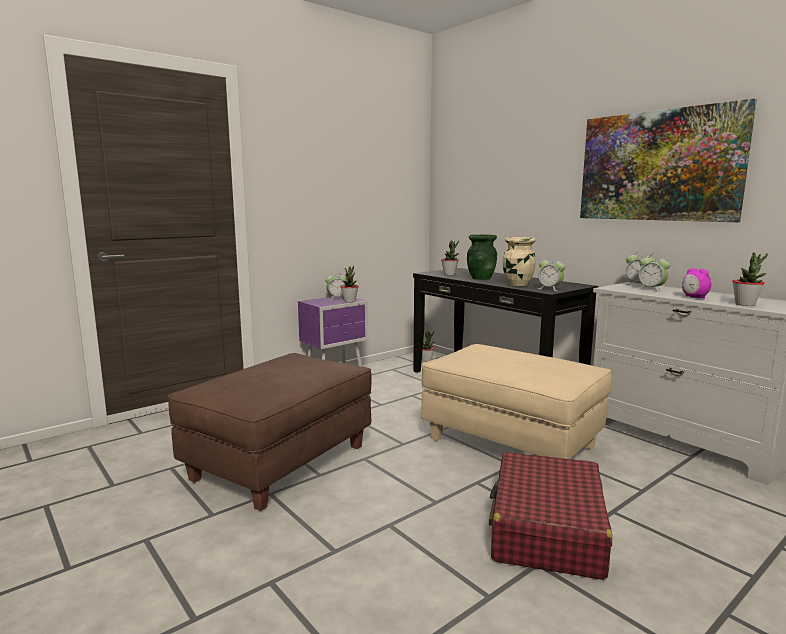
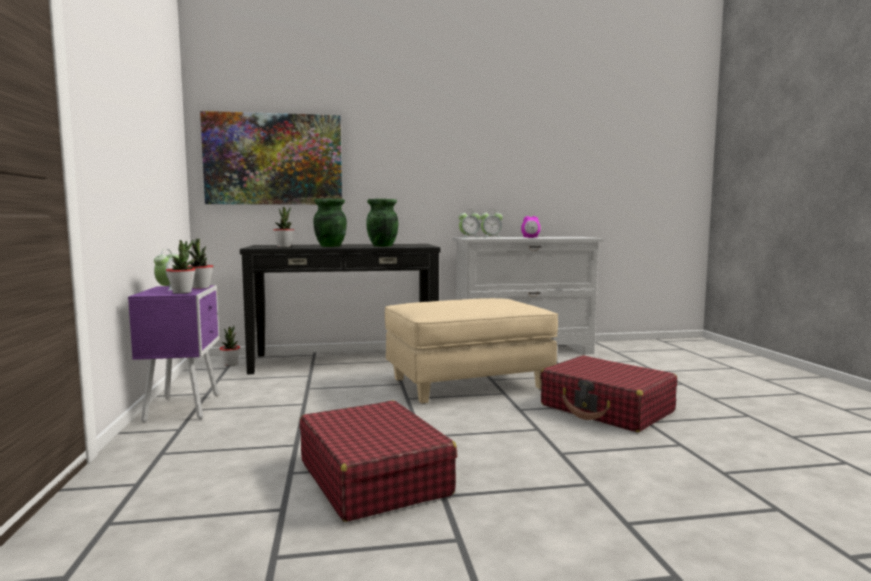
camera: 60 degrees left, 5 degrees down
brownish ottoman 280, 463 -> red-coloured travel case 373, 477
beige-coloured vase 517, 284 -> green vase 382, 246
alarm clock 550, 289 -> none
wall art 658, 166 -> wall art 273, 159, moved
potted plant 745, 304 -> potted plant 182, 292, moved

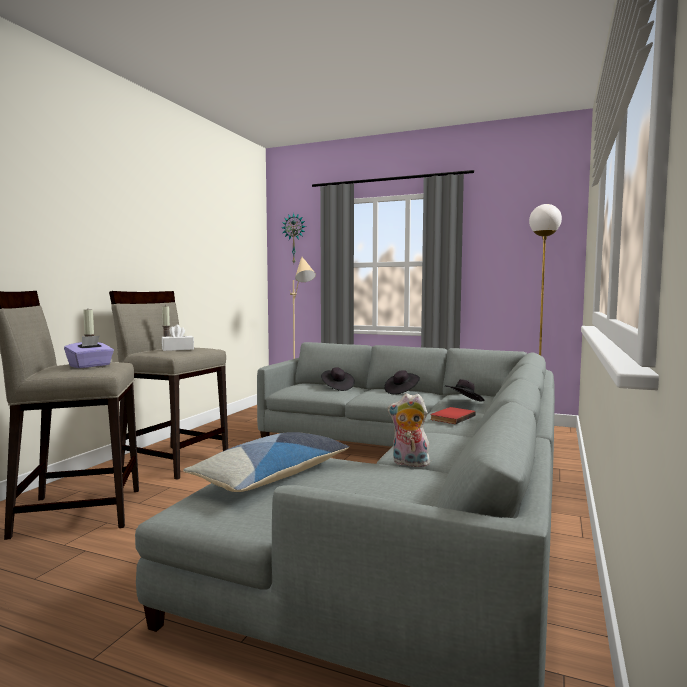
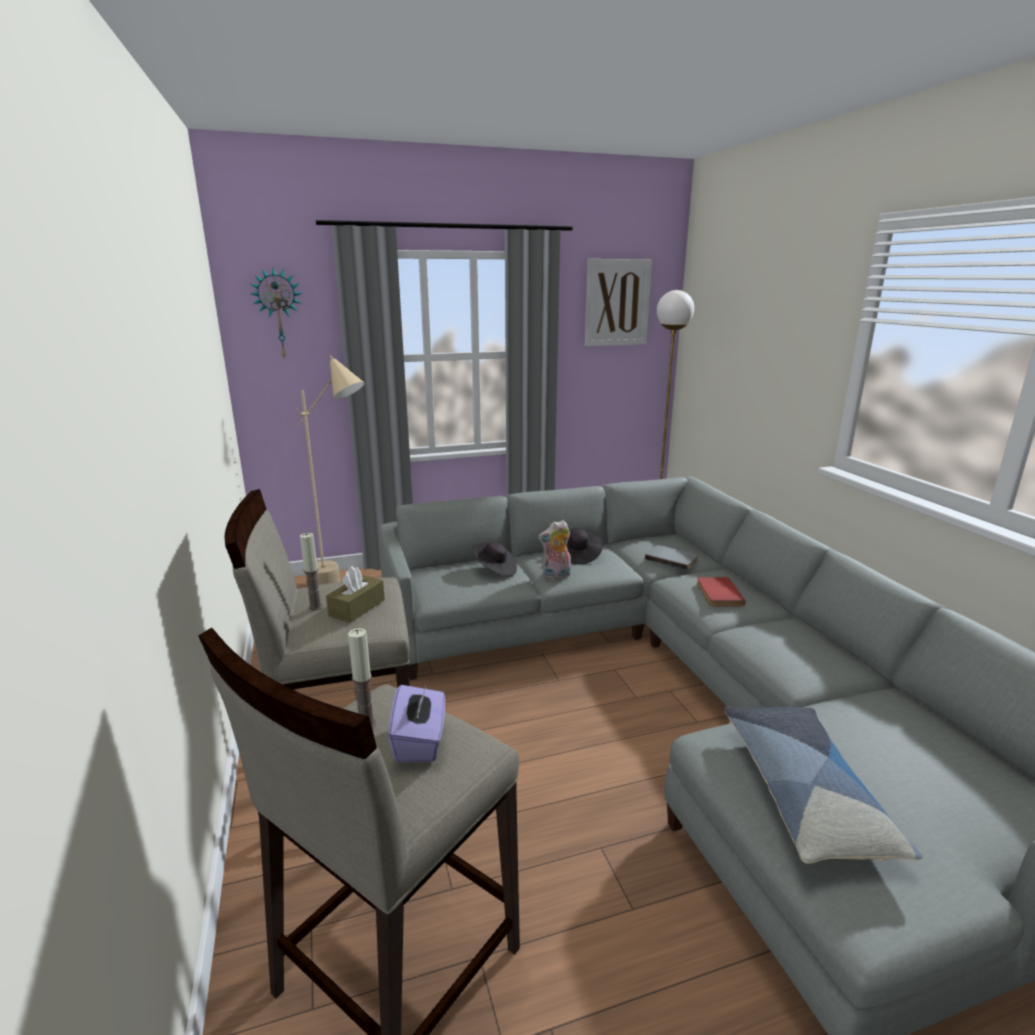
camera: 40 degrees left, 15 degrees up
white-coloured tissue box 178, 349 -> brownish tissue box 357, 608
soft toy 409, 463 -> soft toy 556, 576, moved
blackish hat 464, 402 -> gray bound book 672, 559
none -> wall art 617, 303

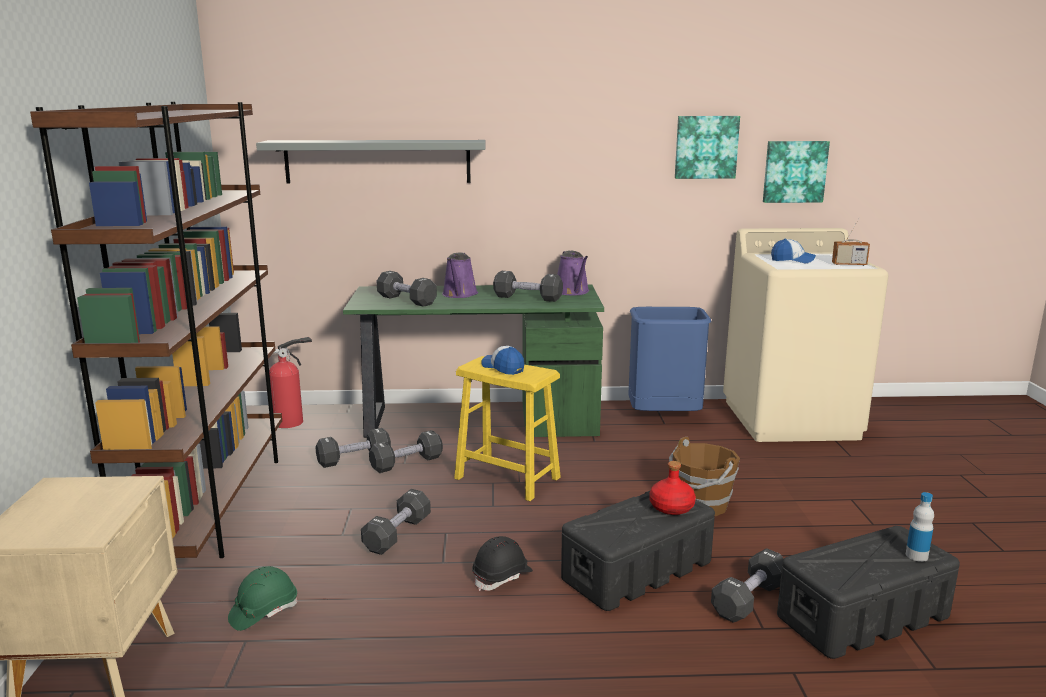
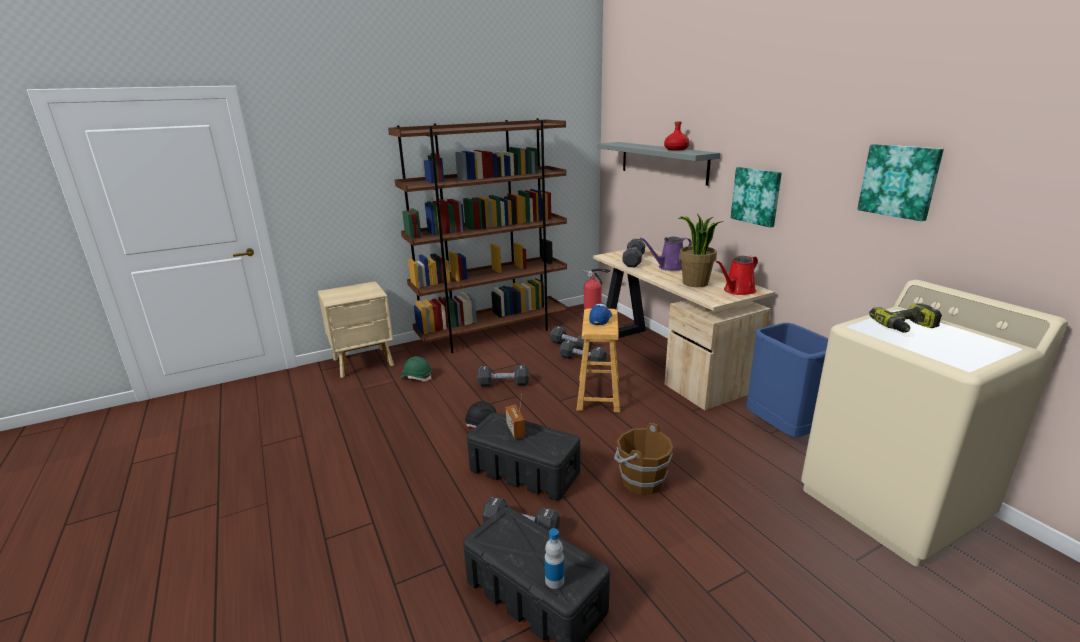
camera: 65 degrees right, 5 degrees up
green desk unit 477, 419 -> beige-coloured desk unit 667, 361
yellowish sitting stool 507, 478 -> brownish sitting stool 598, 395
blackish hand weight 527, 298 -> potted plant 695, 283
purple-coloured watering pot 573, 292 -> red-coloured watering pot 737, 291
red-coloured beverage bottle 671, 507 -> red-coloured beverage bottle 676, 149, moved
wall art 794, 171 -> wall art 756, 196, moved
peaked cap 792, 260 -> power drill 906, 327
radio 849, 264 -> radio 515, 430, moved

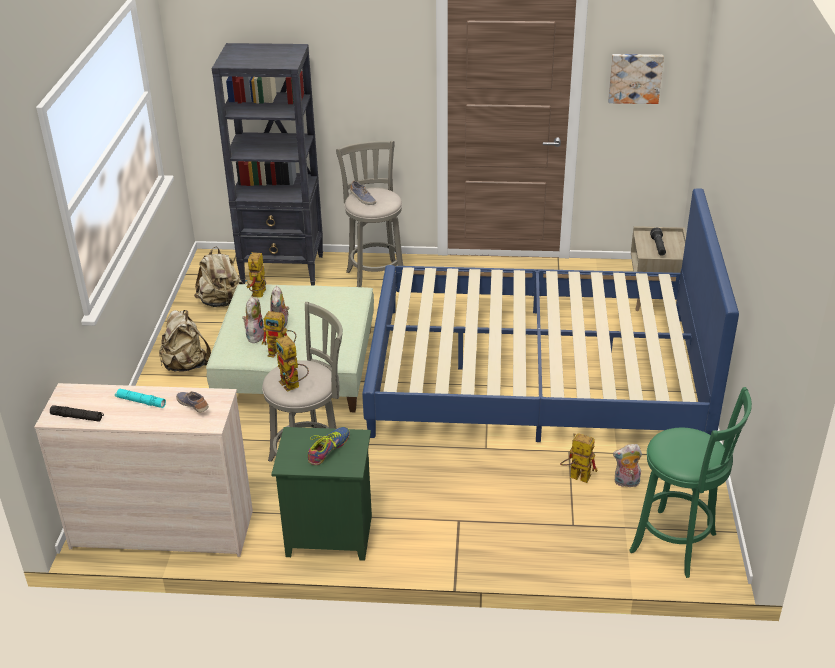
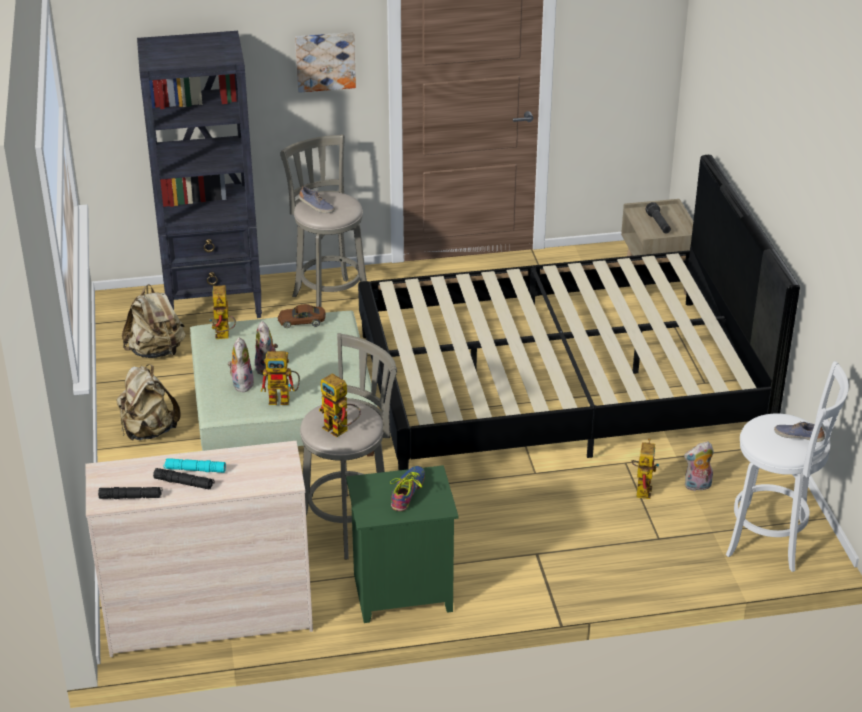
camera: 15 degrees left, 0 degrees up
low shoe 193, 405 -> low shoe 799, 437, moved
blue-coloured bedroom bed 536, 375 -> blackish bedroom bed 559, 385
model robot 575, 476 -> model robot 642, 488, 90 degrees clockwise
wall art 635, 78 -> wall art 325, 60, moved
green sitting stool 677, 545 -> white-coloured sitting stool 772, 541
none -> blackish torch 184, 483
none -> brownish toy car 302, 321

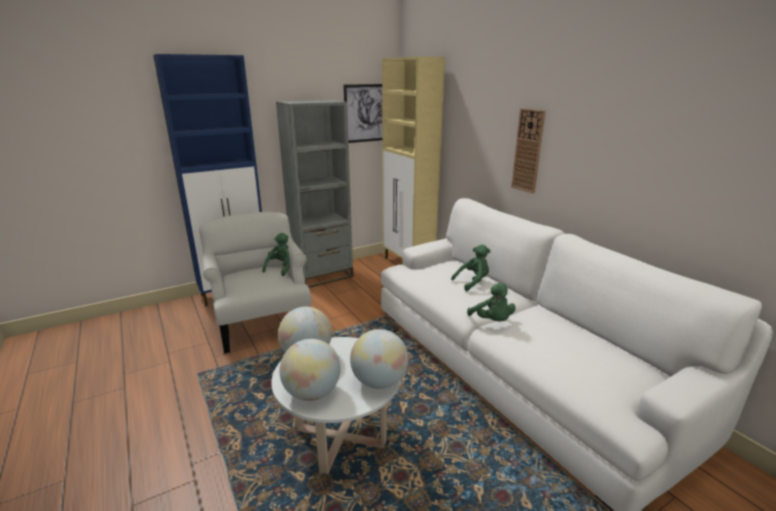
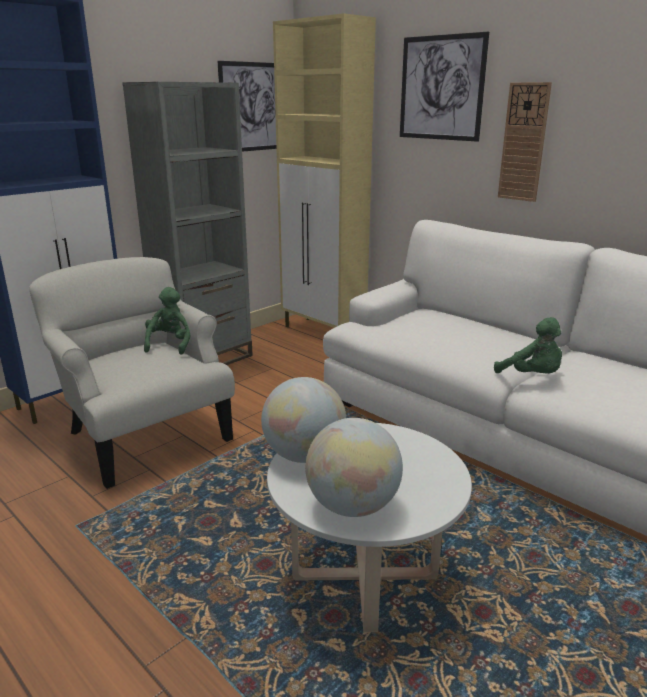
camera: 15 degrees left, 0 degrees up
world globe 379, 381 -> none
green soft toy 473, 282 -> none
none -> wall art 441, 88

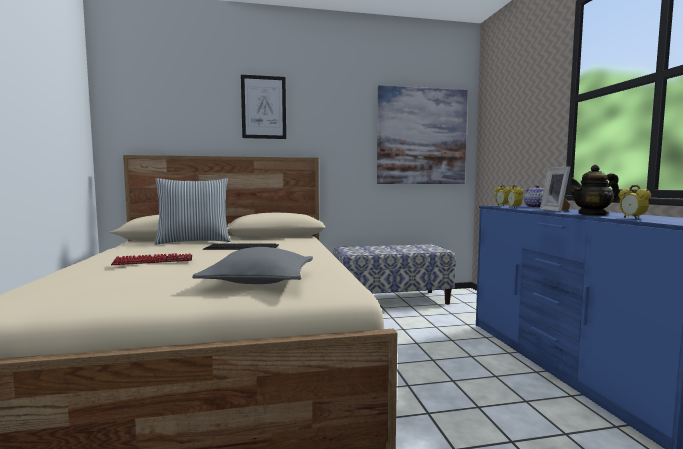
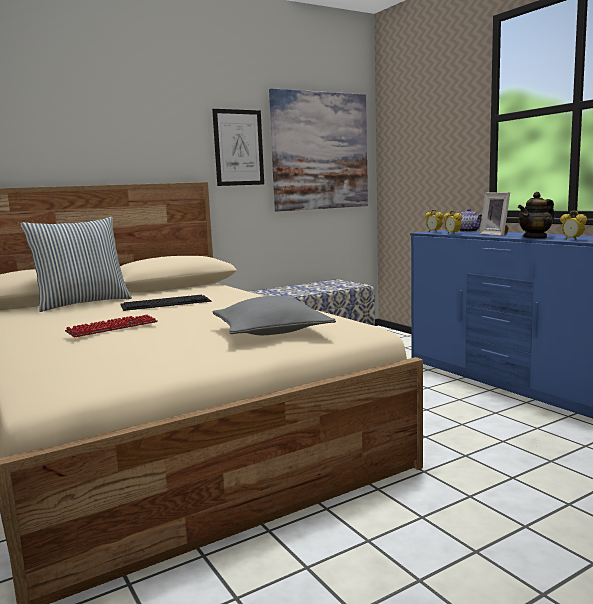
camera: 20 degrees left, 5 degrees up
wall art 263, 107 -> wall art 238, 147, moved

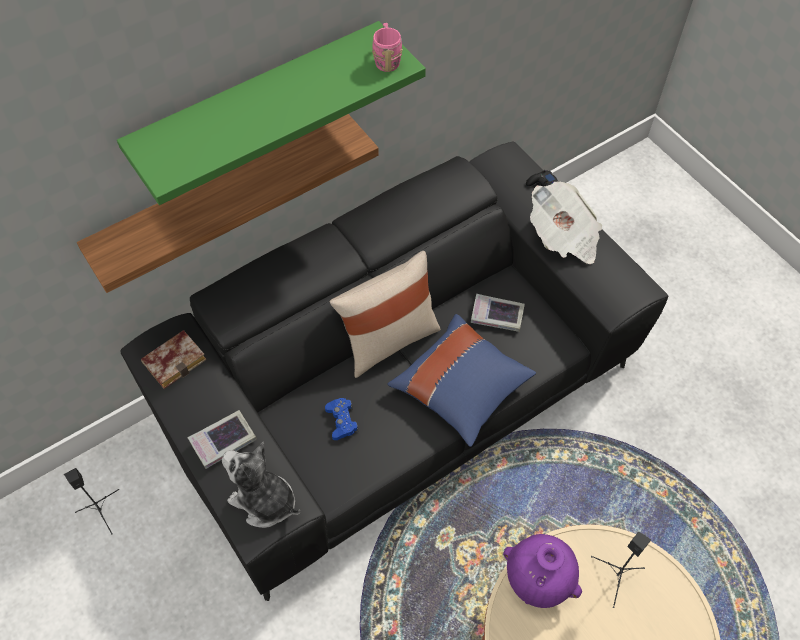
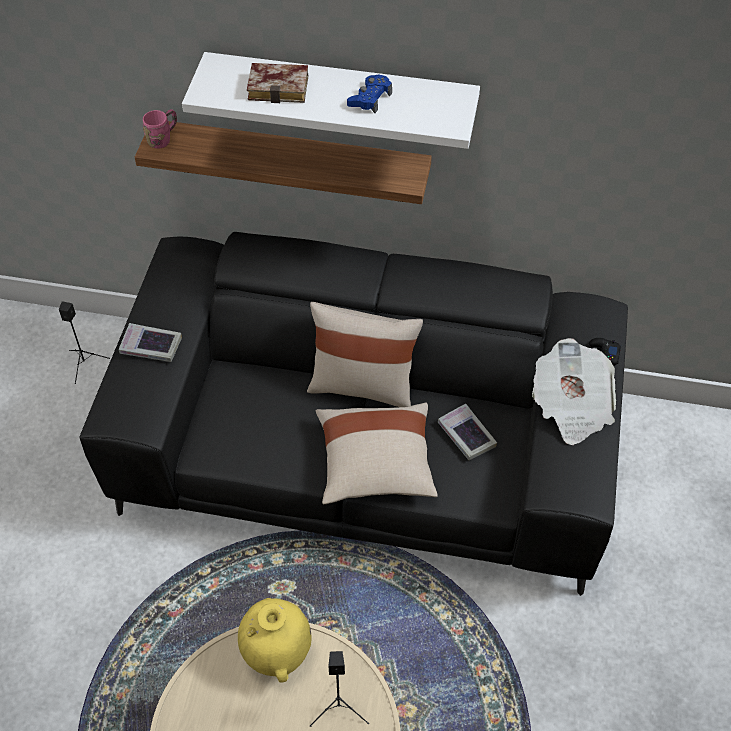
camera: 45 degrees right, 5 degrees down
green wall shelf 259, 105 -> white-coloured wall shelf 340, 96
bound book 176, 360 -> bound book 281, 87, moved
soft toy 264, 500 -> none
blue-coloured joypad 341, 421 -> blue-coloured joypad 370, 98, moved
pink tea mug 387, 59 -> pink tea mug 163, 138, moved
blue-coloured throw pillow 461, 388 -> beige-coloured throw pillow 375, 464
purple-coloured vase 538, 581 -> yellowish vase 277, 654

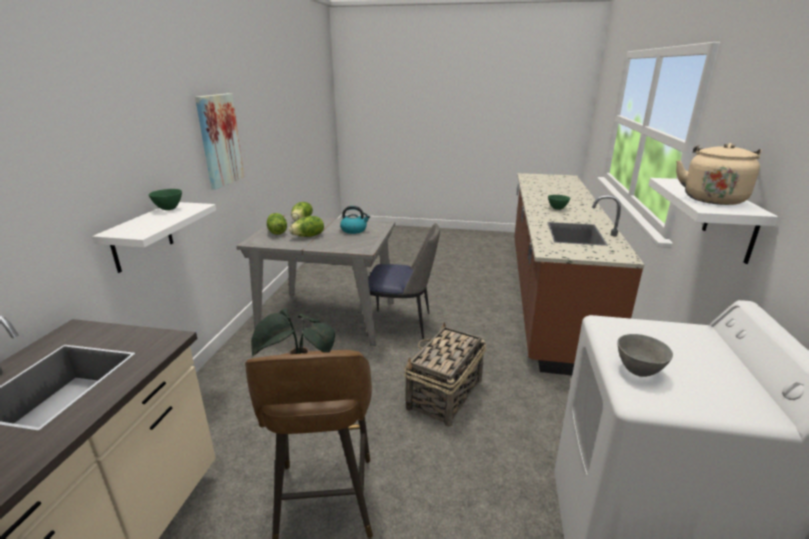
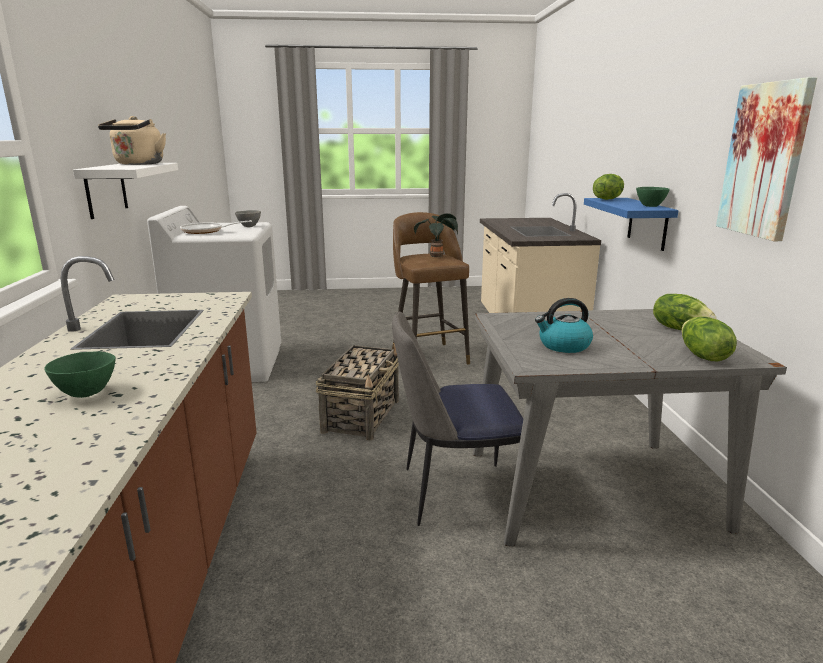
camera: 165 degrees right, 5 degrees down
white-coloured wall shelf 142, 237 -> blue-coloured wall shelf 647, 223
lettuce 308, 236 -> lettuce 607, 199, moved
none -> pan 206, 231

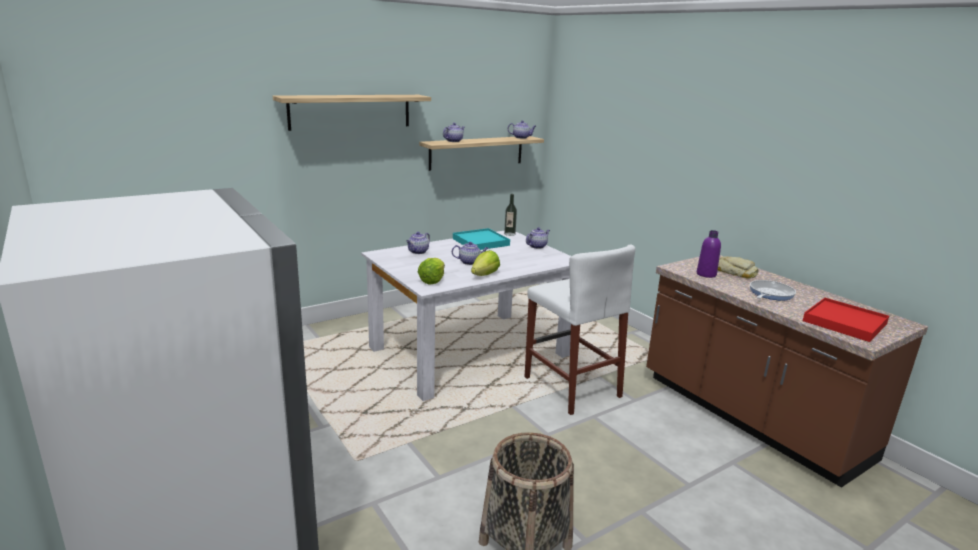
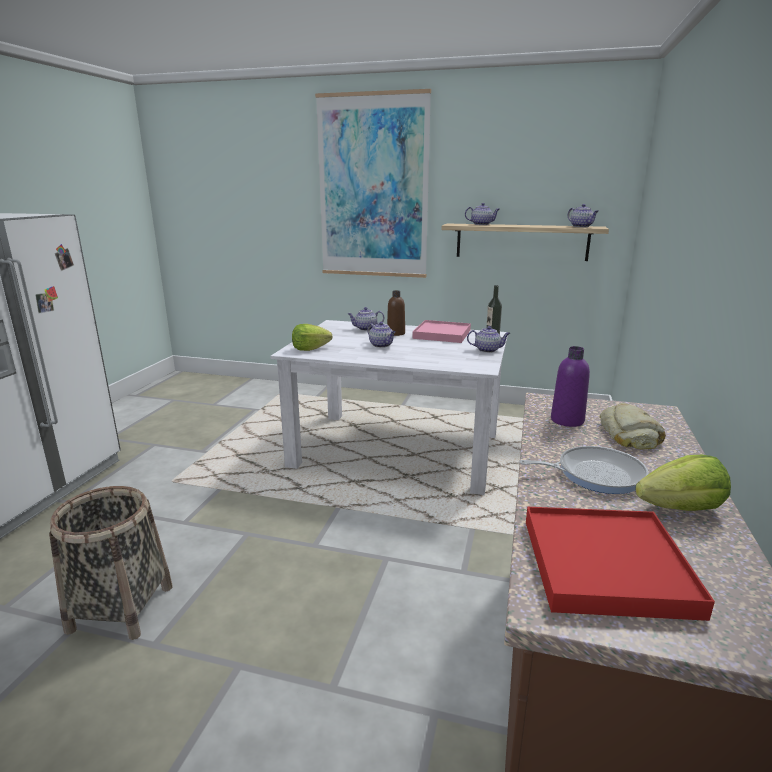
camera: 50 degrees right, 0 degrees up
wall shelf 350, 111 -> wall art 373, 188
turquoise tray 481, 242 -> pink tray 442, 334
lettuce 484, 275 -> lettuce 681, 508, moved
white-coloured sitting stool 571, 387 -> none
none -> brownish beverage bottle 396, 333

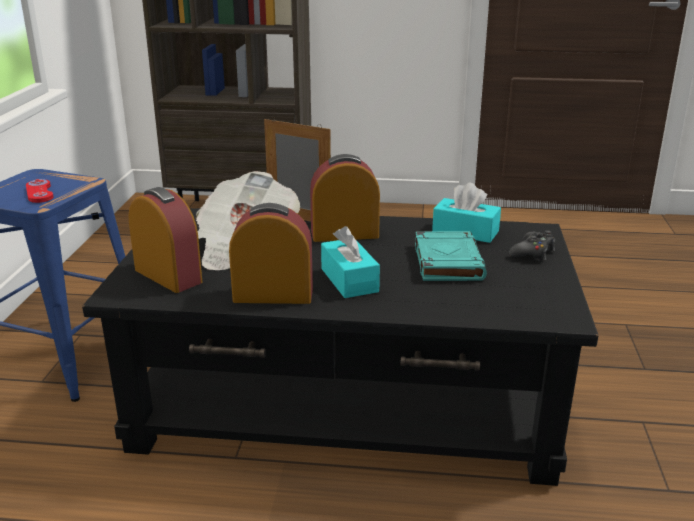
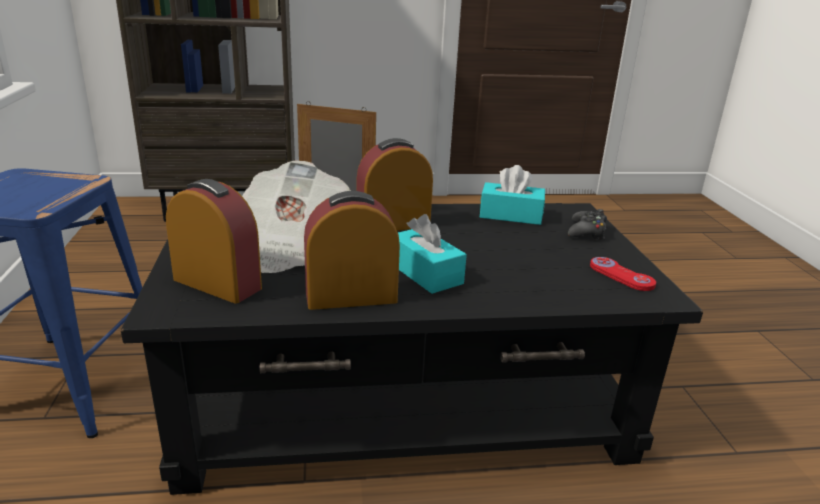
camera: 15 degrees left, 0 degrees up
red-coloured joypad 39, 193 -> red-coloured joypad 621, 275, moved
turquoise bound book 447, 262 -> none

